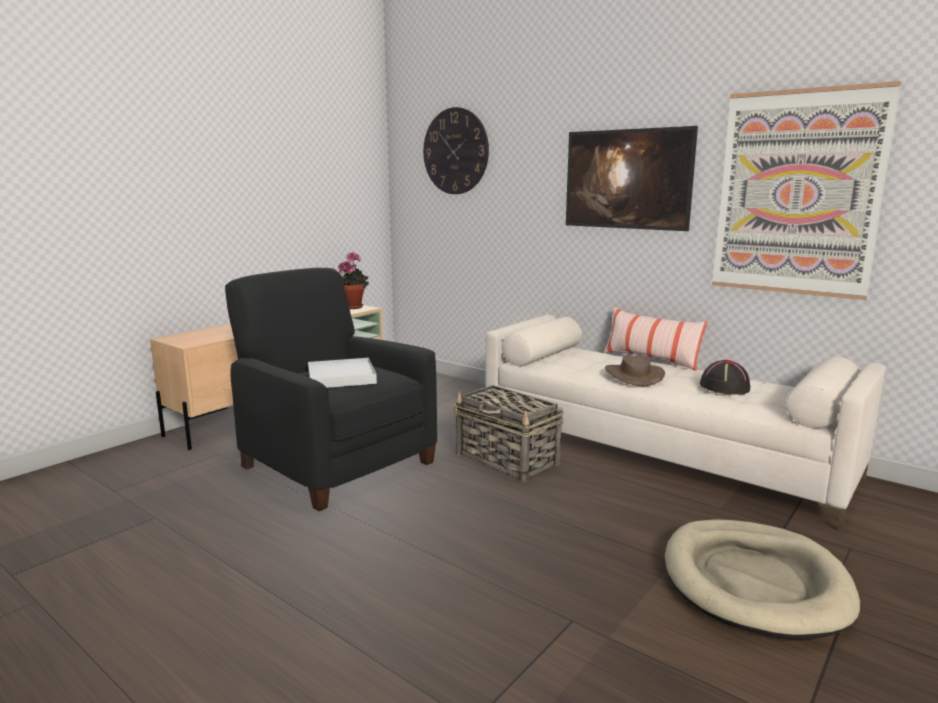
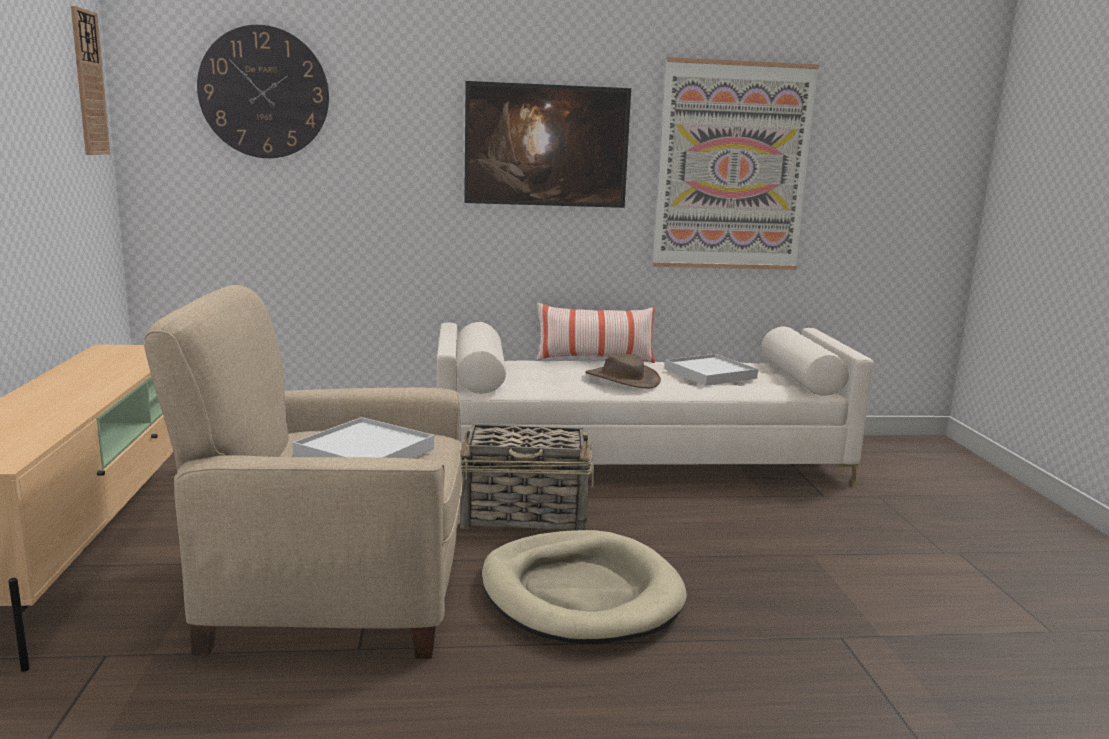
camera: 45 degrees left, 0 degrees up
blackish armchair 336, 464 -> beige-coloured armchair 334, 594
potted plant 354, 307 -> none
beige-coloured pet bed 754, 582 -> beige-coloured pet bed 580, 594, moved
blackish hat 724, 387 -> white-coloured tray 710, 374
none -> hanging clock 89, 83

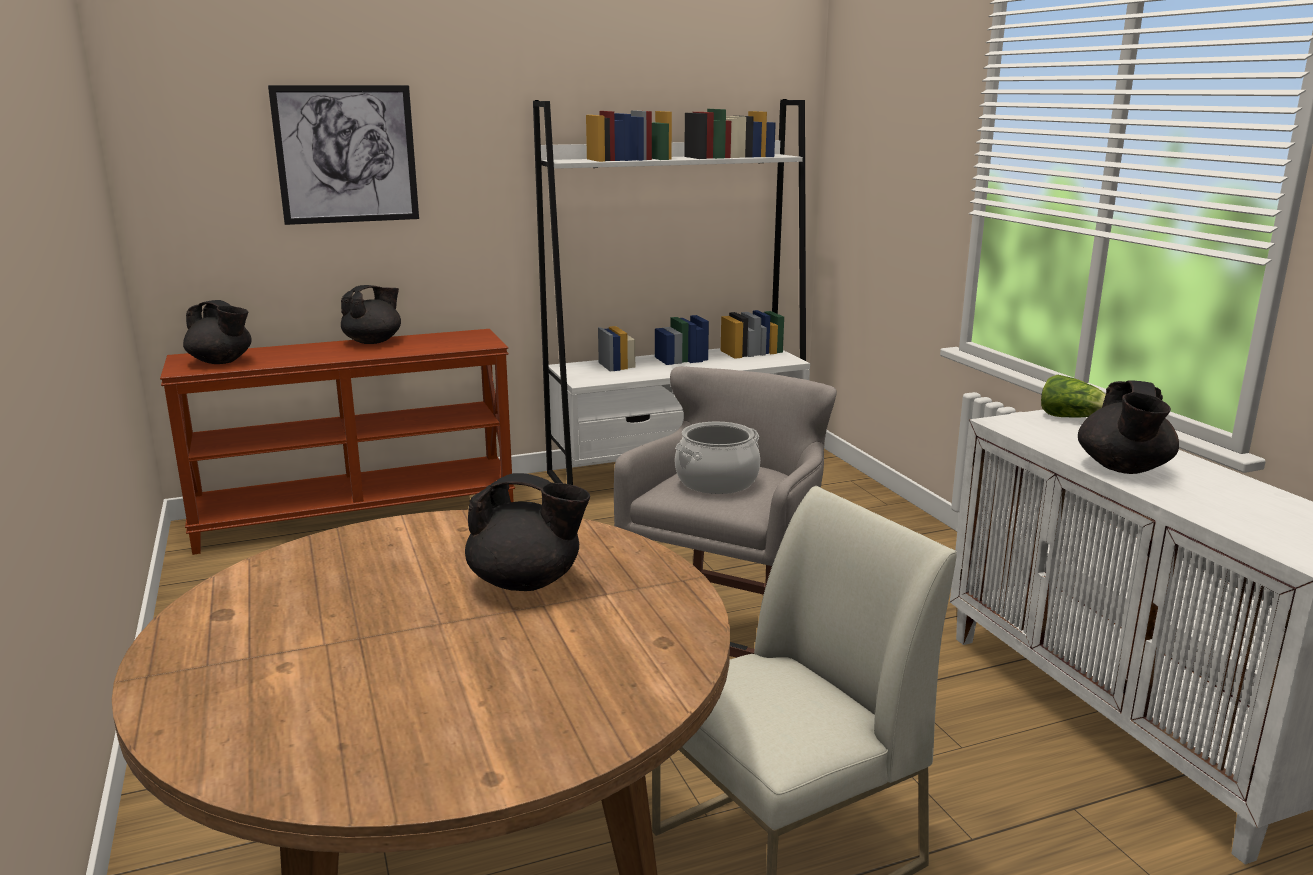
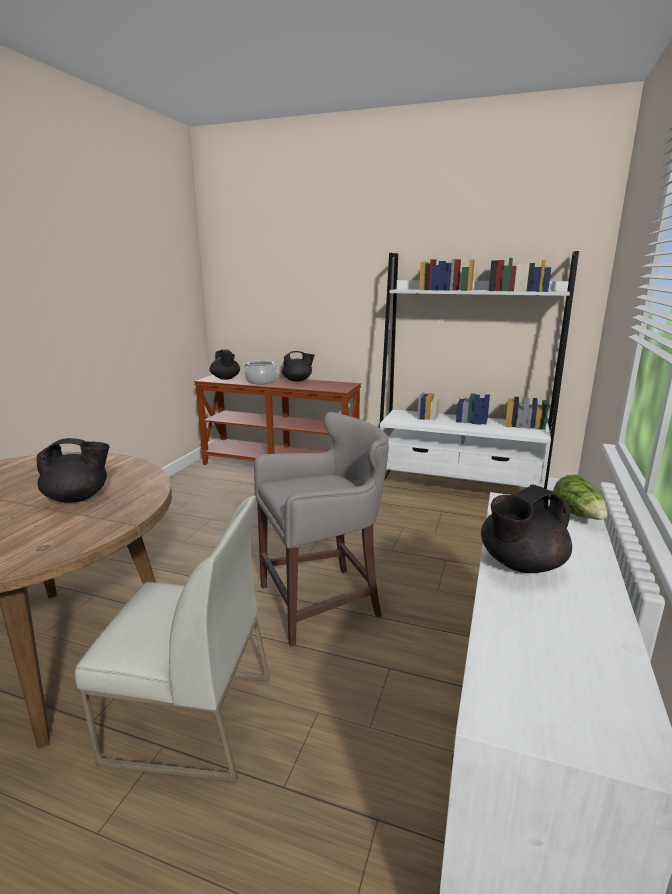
camera: 40 degrees right, 0 degrees up
wall art 346, 154 -> none
blackish pot for tea 527, 582 -> blackish pot for tea 78, 498, 60 degrees counterclockwise
stockpot 717, 482 -> stockpot 261, 381, moved

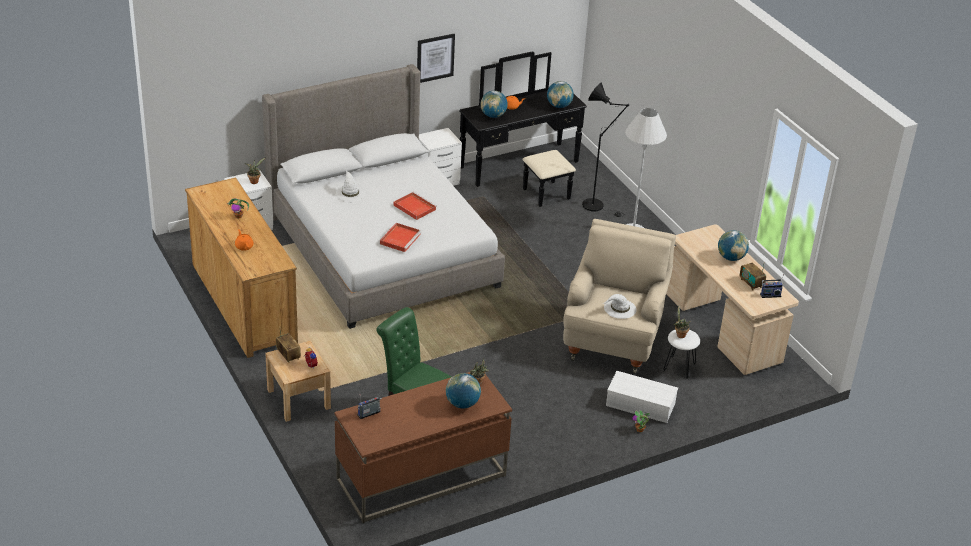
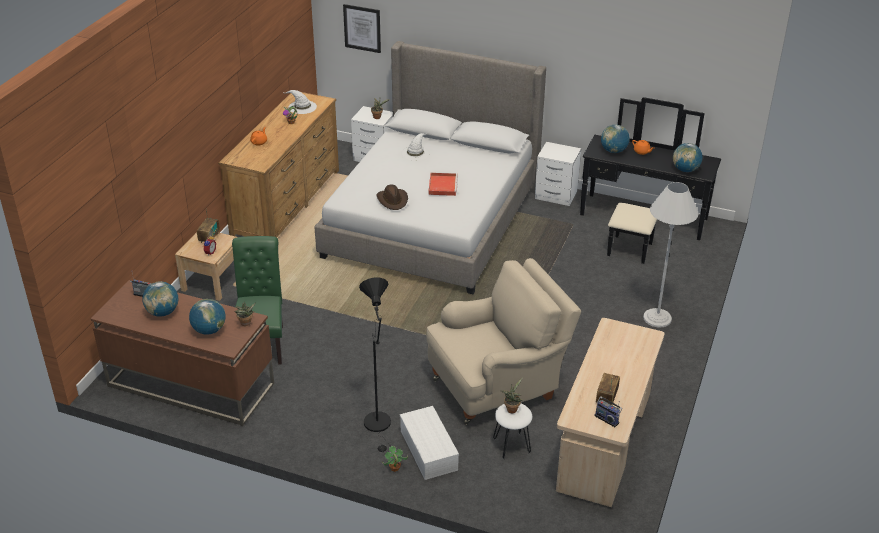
camera: 50 degrees right, 0 degrees up
red-coloured tray 400, 238 -> brownish hat 392, 200
wall art 435, 58 -> wall art 362, 28, moved
blackish floor lamp 597, 206 -> blackish floor lamp 379, 426, moved
white-coloured hat 619, 309 -> white-coloured hat 302, 107, moved
world globe 731, 258 -> world globe 163, 312, moved

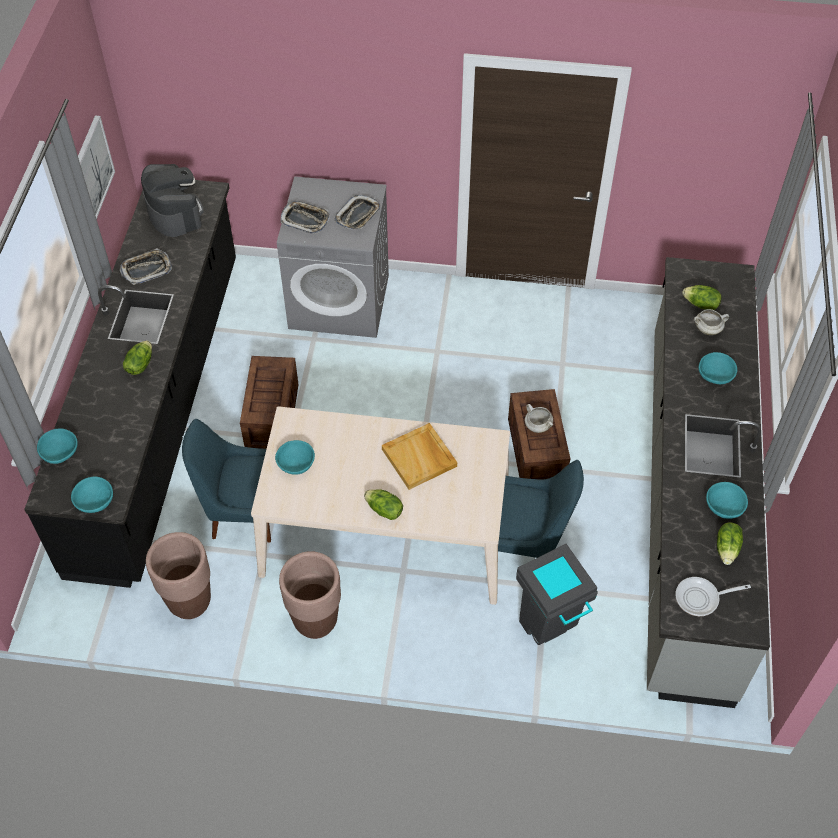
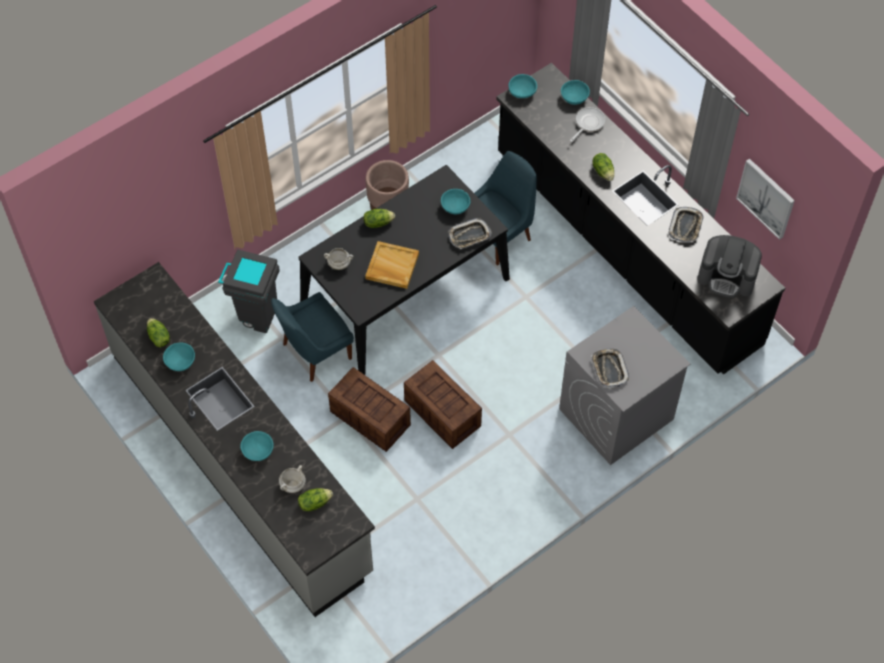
camera: 135 degrees right, 5 degrees up
brownish flower pot 189, 602 -> none
packing crate 272, 417 -> packing crate 441, 412, moved
beige-coloured dinner table 386, 532 -> blackish dinner table 405, 292
tray 305, 220 -> tray 469, 236, moved
white-coloured stockpot 537, 426 -> white-coloured stockpot 339, 264, moved
pan 701, 598 -> pan 588, 123, moved

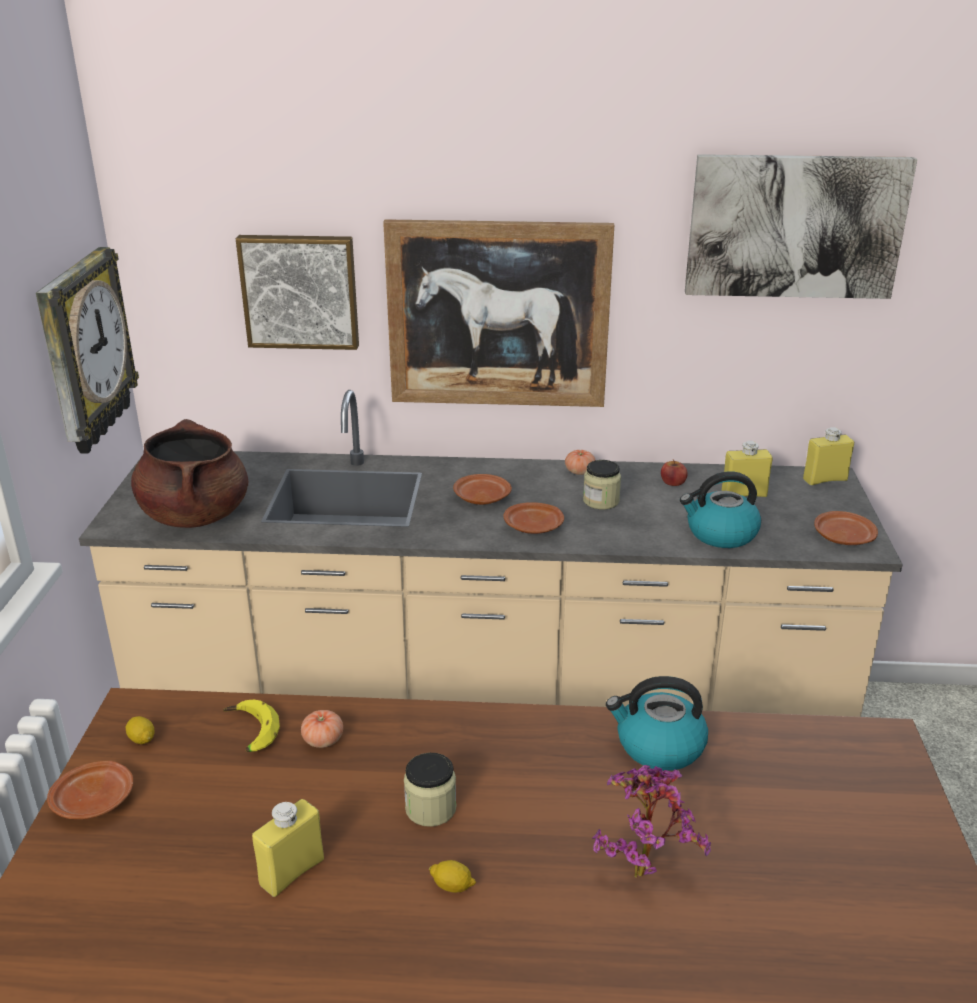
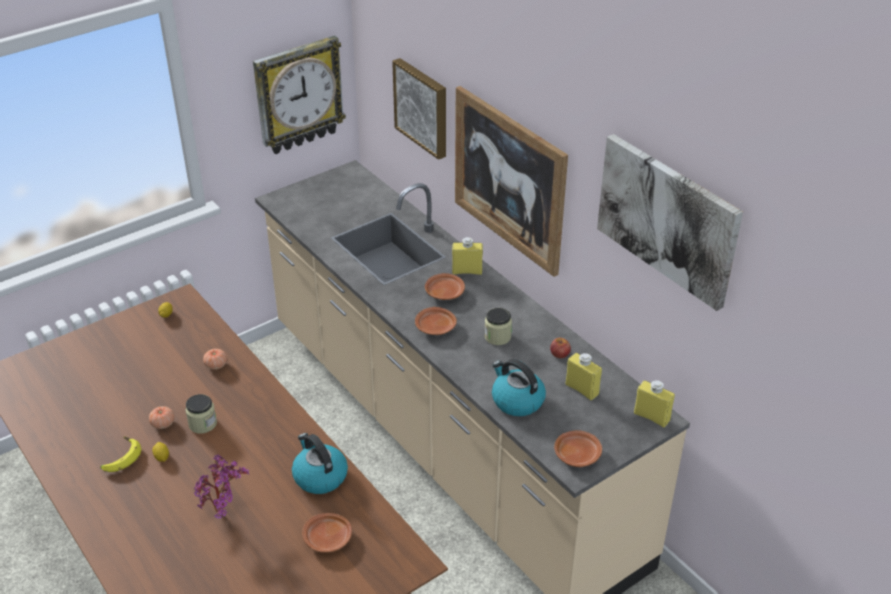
camera: 50 degrees right, 10 degrees up
brownish plate 95, 801 -> brownish plate 328, 539, moved
brownish stockpot 195, 515 -> none
whole banana 249, 733 -> whole banana 120, 458, moved
yellowish beverage bottle 292, 872 -> yellowish beverage bottle 467, 271, moved
fresh tomato 579, 472 -> fresh tomato 163, 424, moved

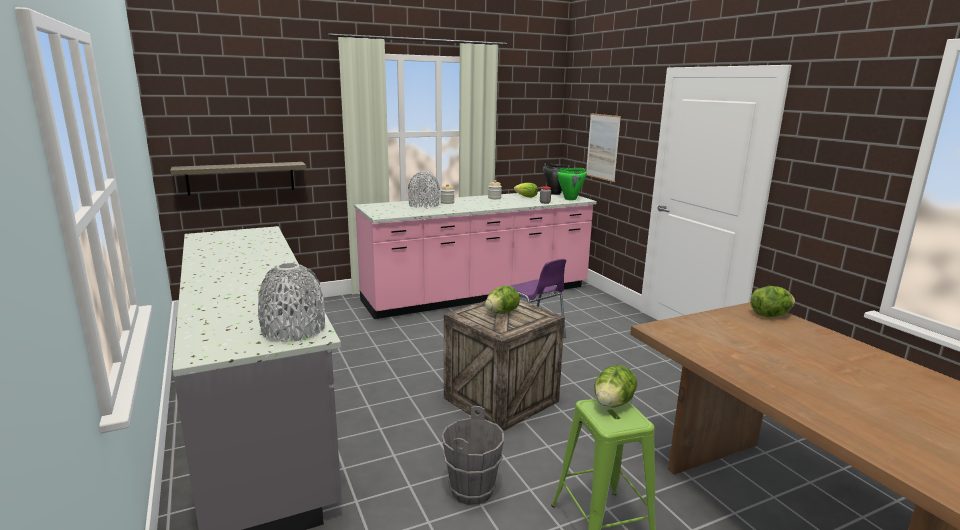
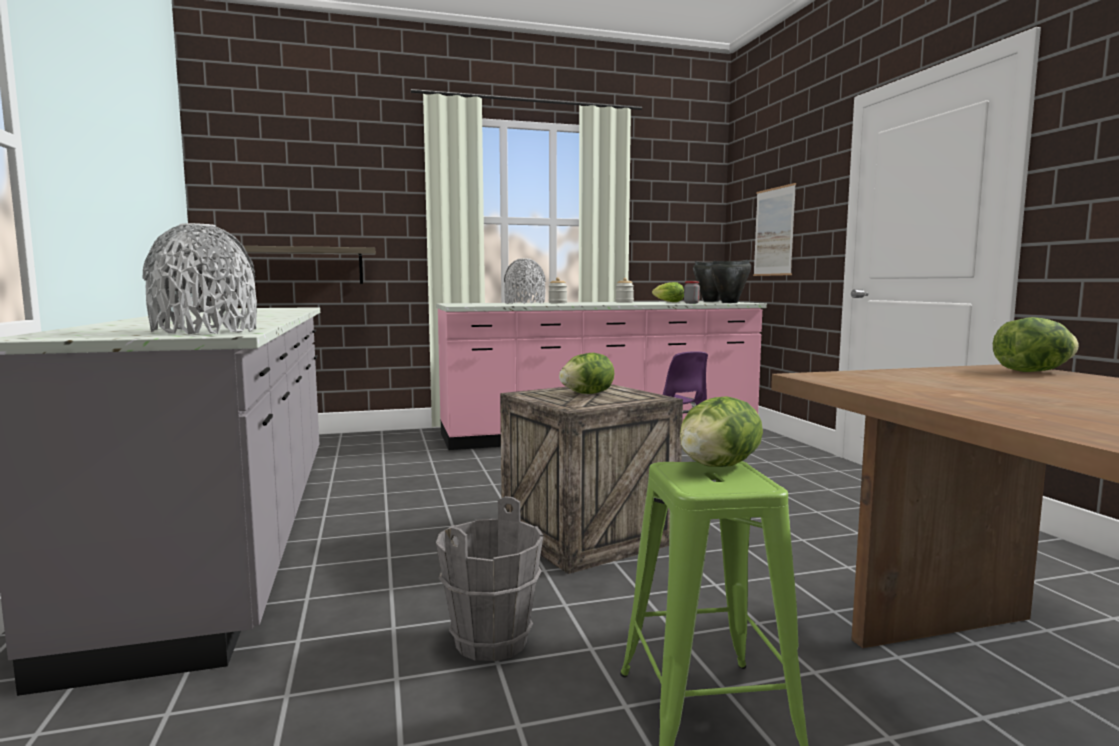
camera: 10 degrees right, 10 degrees down
green stockpot 570, 199 -> blackish stockpot 730, 302

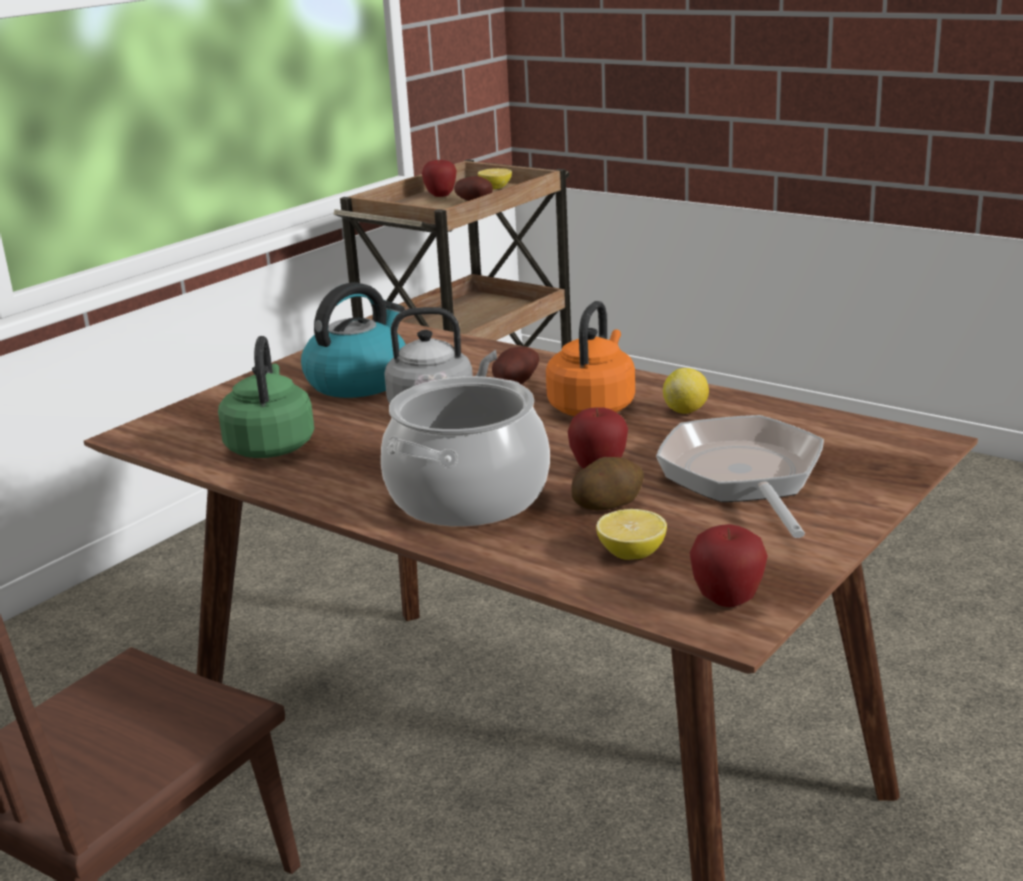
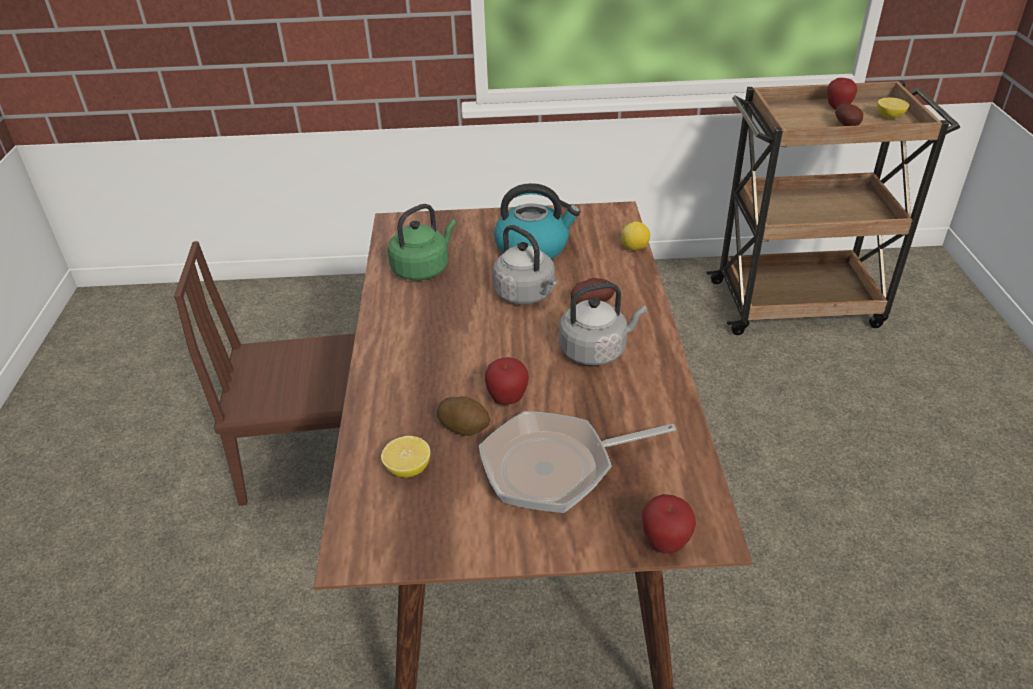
camera: 50 degrees right, 15 degrees up
stockpot 467, 496 -> none
orange-coloured kettle 593, 406 -> gray kettle 596, 350
pan 743, 478 -> pan 556, 467, 150 degrees counterclockwise
lemon 686, 411 -> lemon 635, 248, moved
whole apple 727, 601 -> whole apple 665, 543, moved

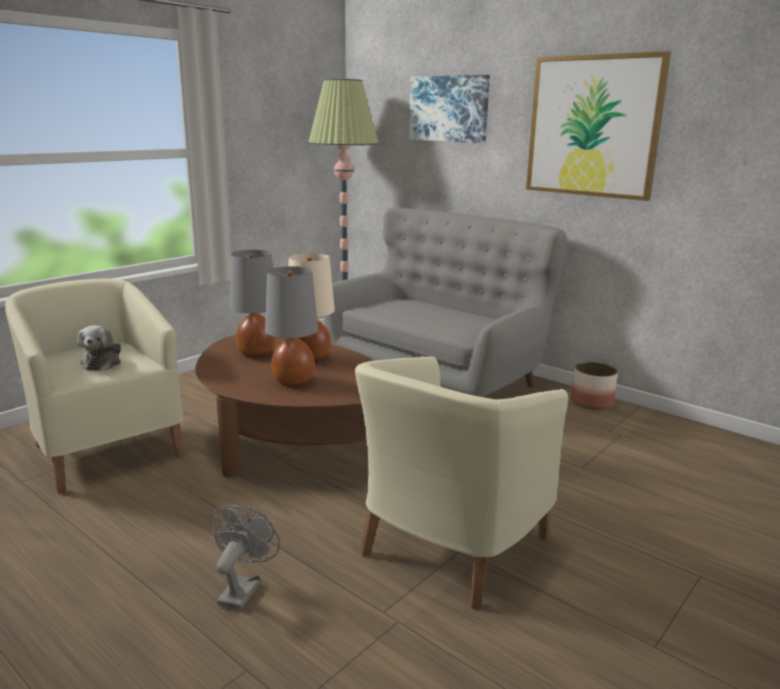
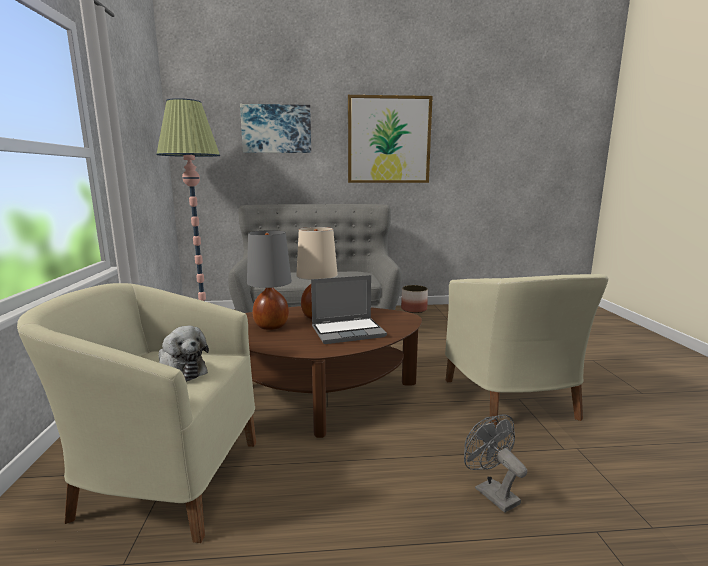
camera: 45 degrees left, 5 degrees down
gray lamp for a table 294, 381 -> notebook computer 348, 331

